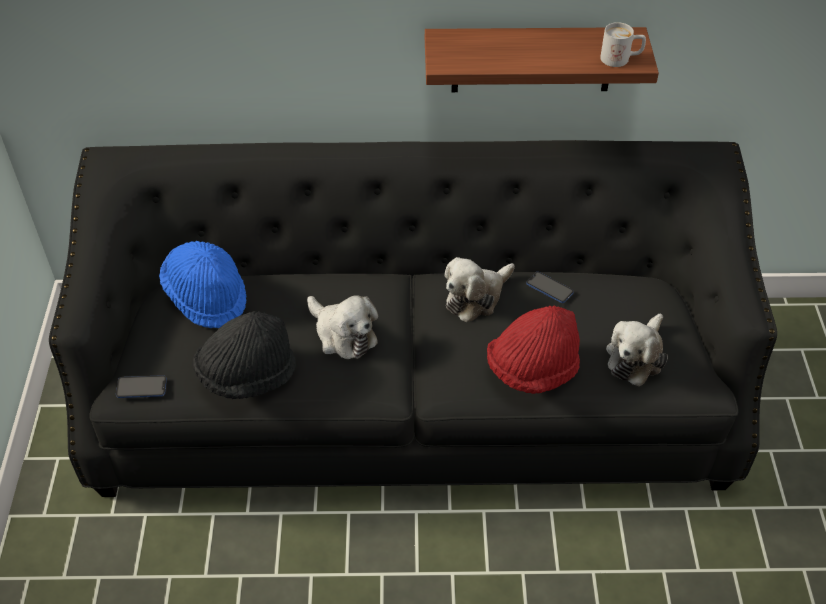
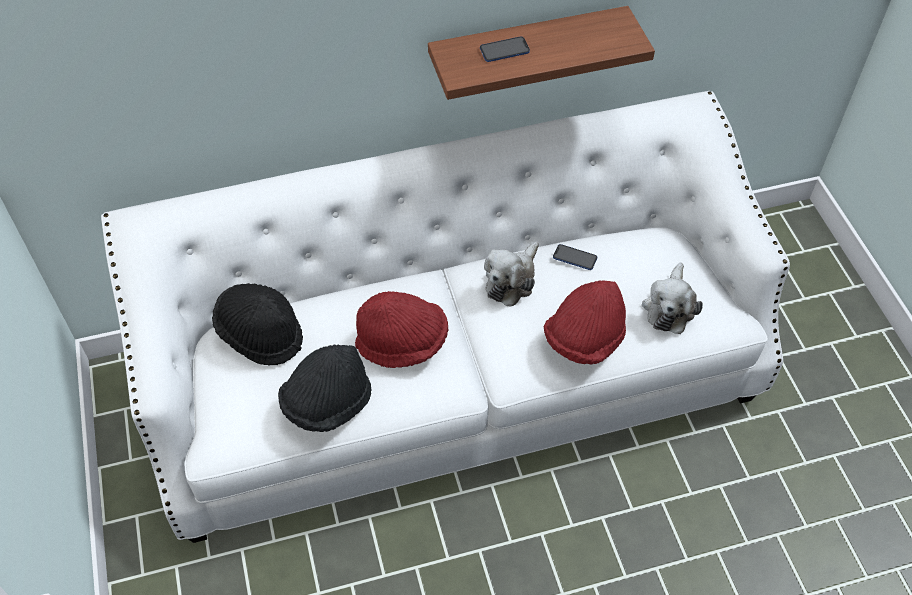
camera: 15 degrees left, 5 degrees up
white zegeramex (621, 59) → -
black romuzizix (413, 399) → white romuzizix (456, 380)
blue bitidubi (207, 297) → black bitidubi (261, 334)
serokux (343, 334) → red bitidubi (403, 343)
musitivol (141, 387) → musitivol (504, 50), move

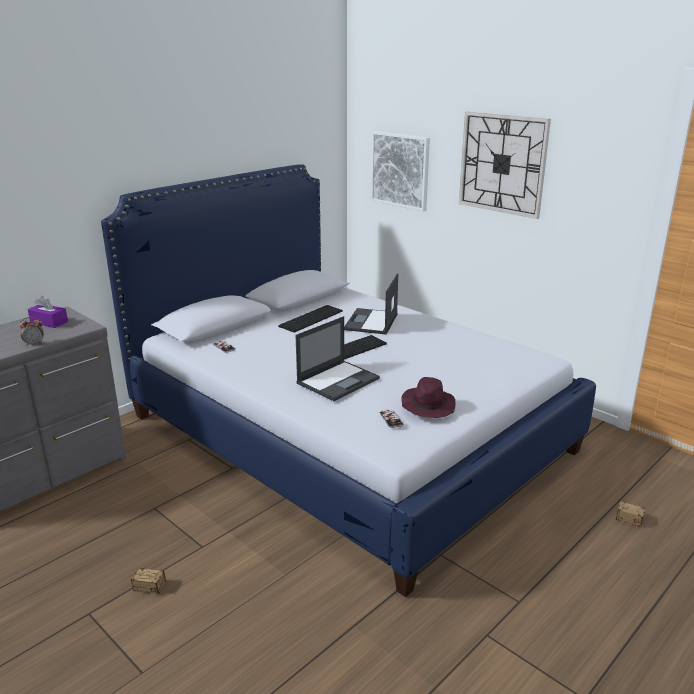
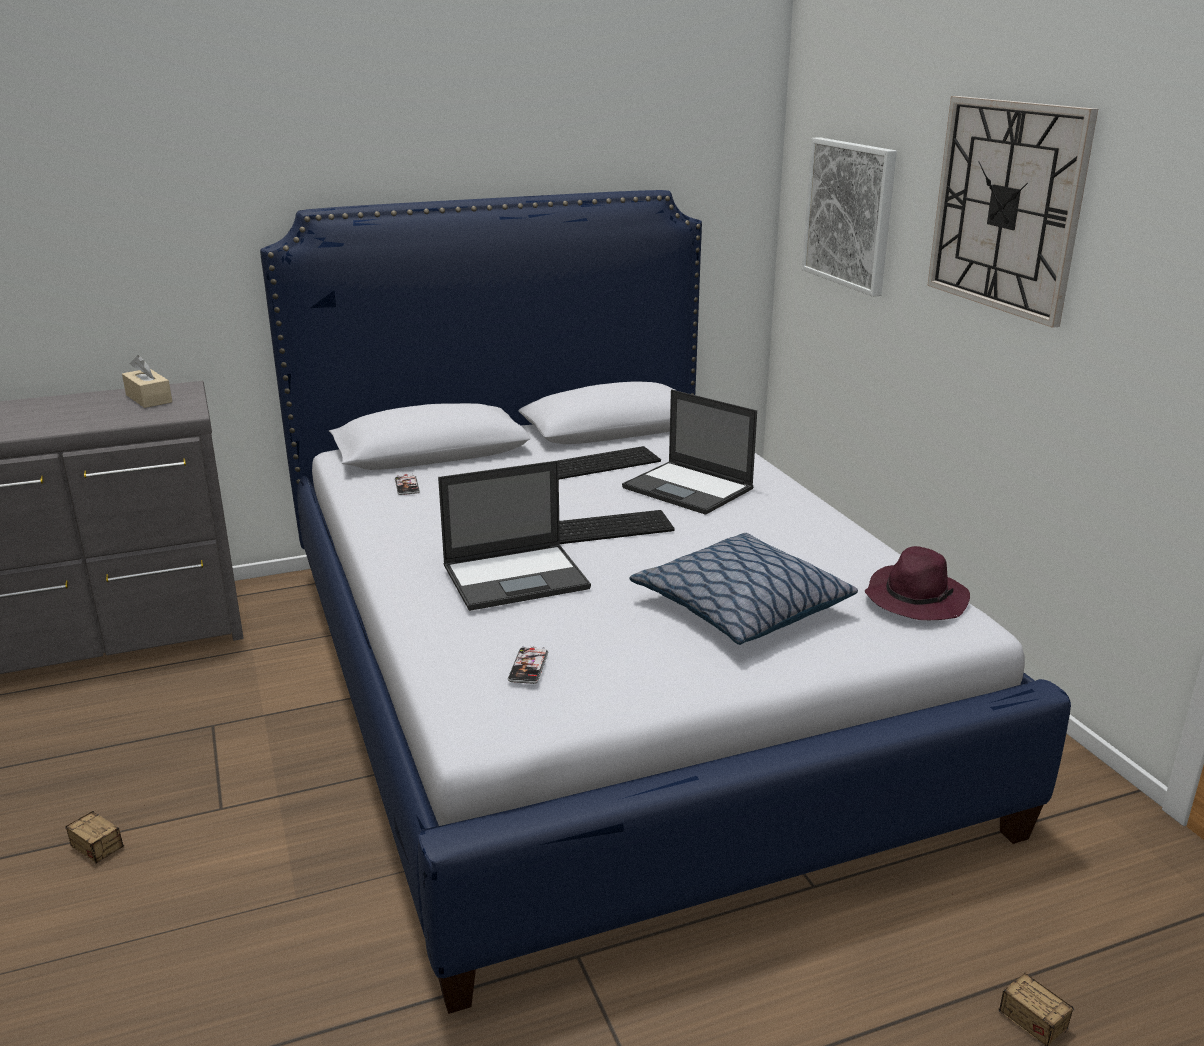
camera: 25 degrees right, 0 degrees up
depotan (371, 322) → depotan (689, 488), 90 degrees counterclockwise
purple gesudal (49, 322) → beige gesudal (149, 398)
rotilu (34, 344) → -
purple bitidubi (427, 406) → purple bitidubi (915, 599), move
- → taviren (740, 608)

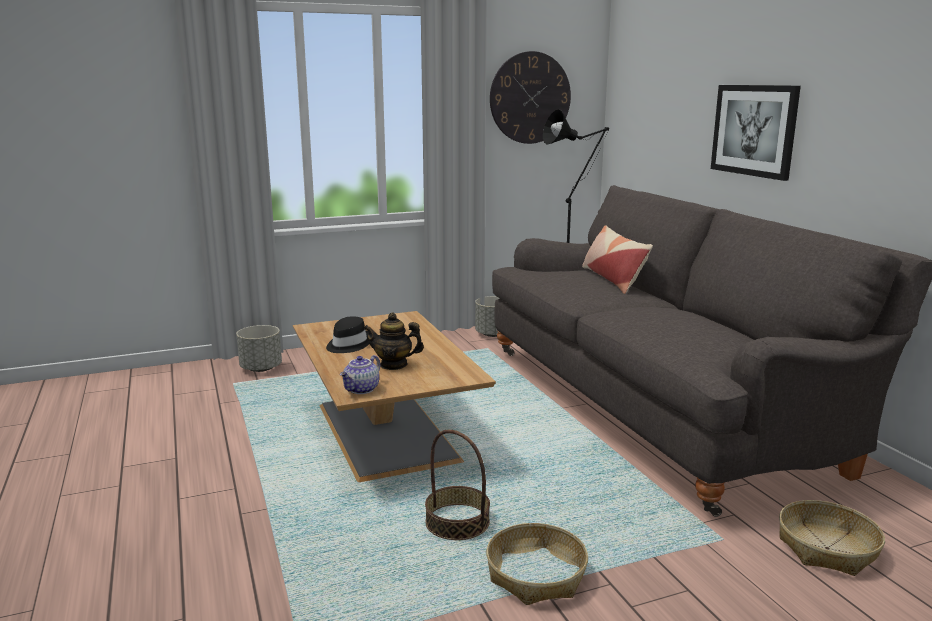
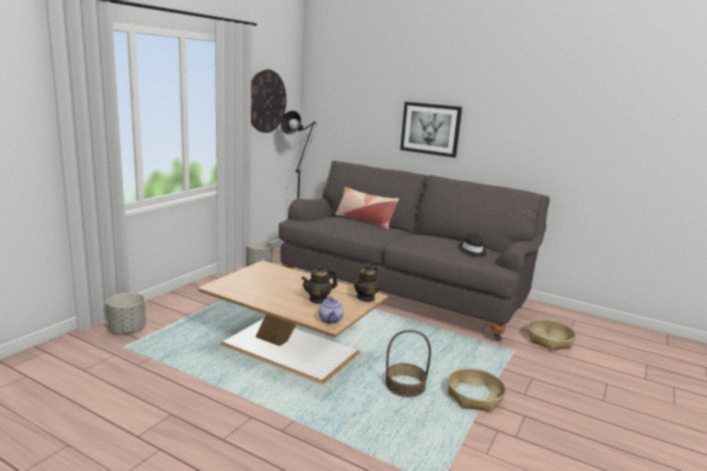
camera: 40 degrees left, 0 degrees up
black bitidubi (348, 344) → black bitidubi (472, 251), move
- → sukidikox (366, 298)

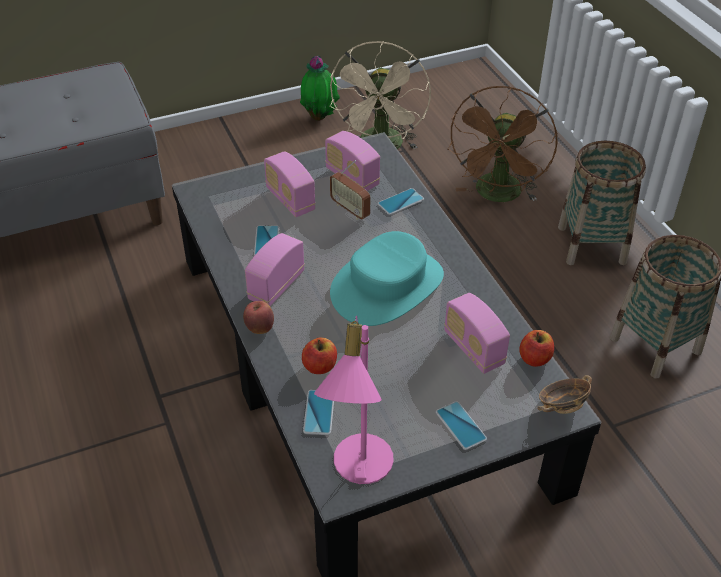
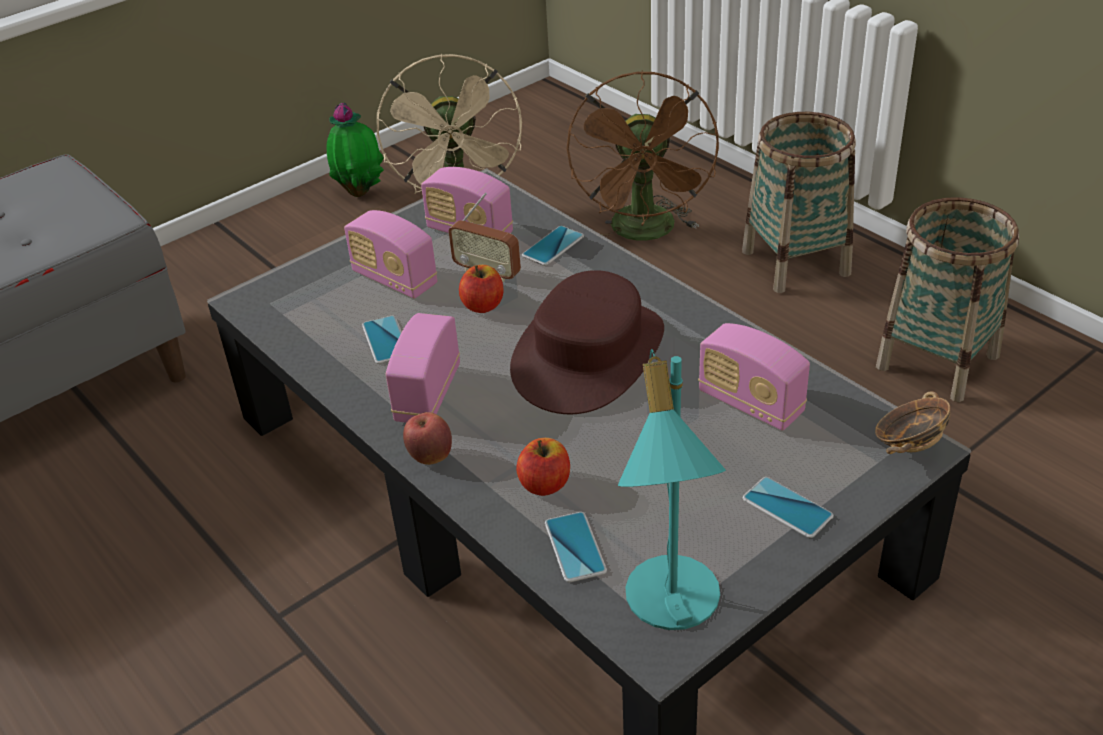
camera: 15 degrees left, 5 degrees down
turquoise bitidubi (387, 286) → brown bitidubi (589, 355)
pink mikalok (357, 468) → turquoise mikalok (670, 608)
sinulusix (535, 358) → sinulusix (483, 305), move

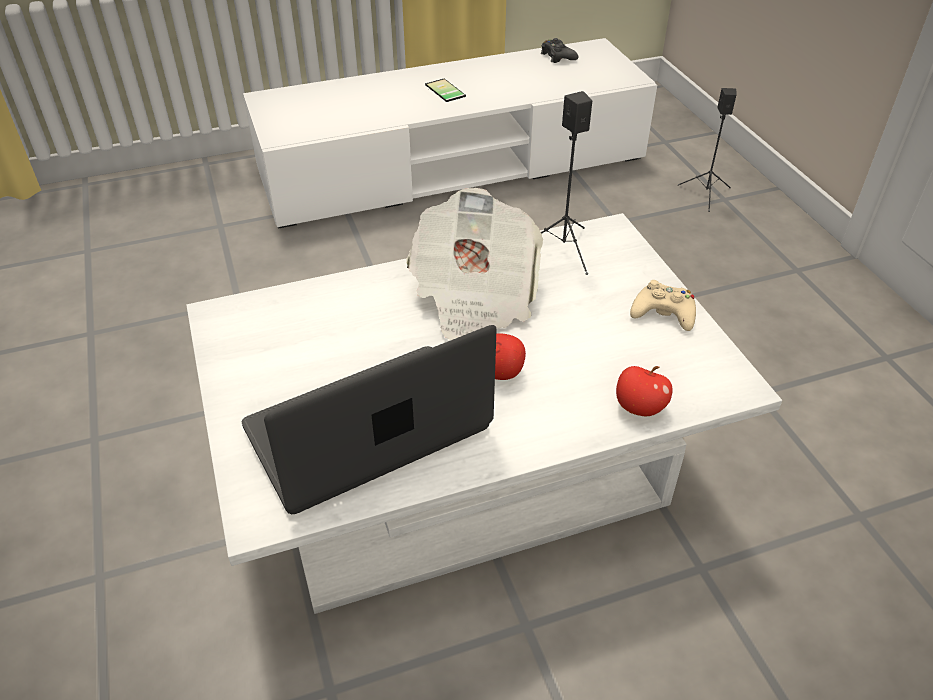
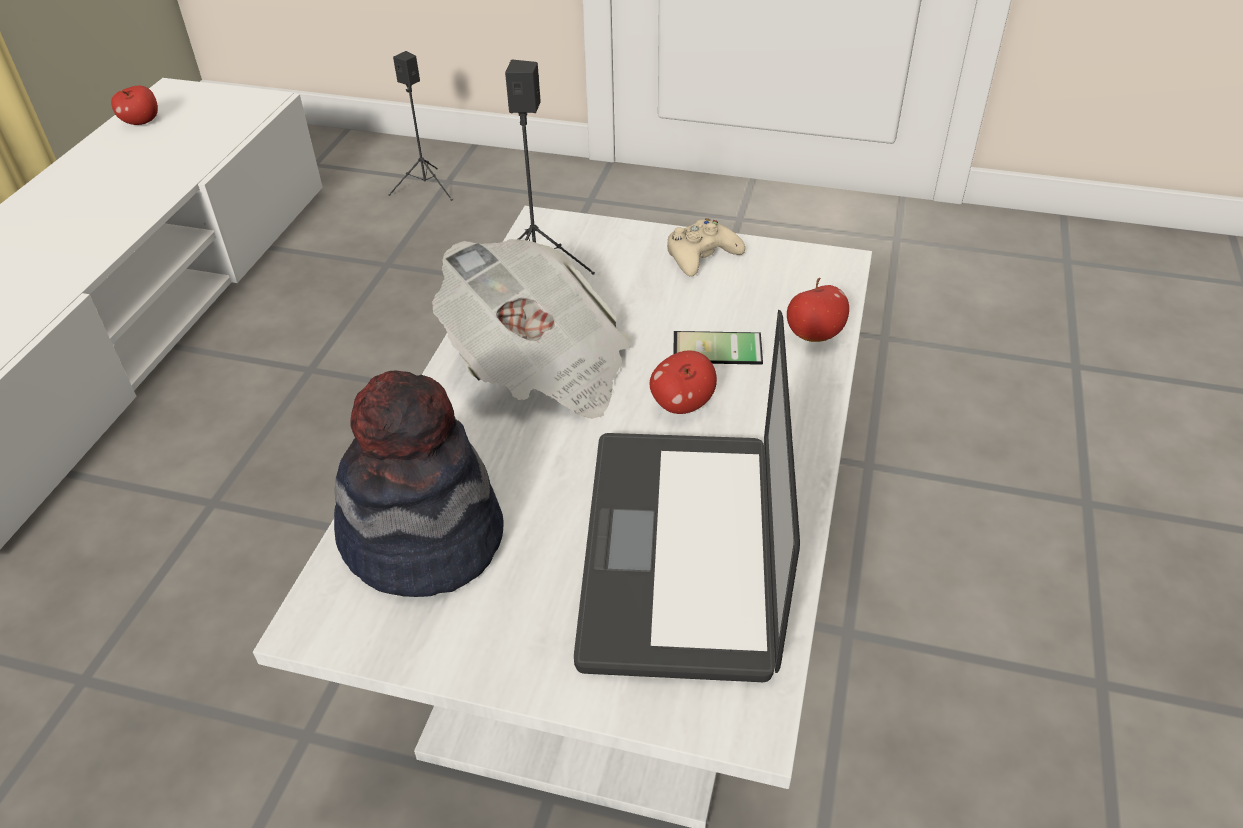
camera: 55 degrees left, 0 degrees up
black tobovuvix (557, 56) → sinulusix (141, 122)
musitivol (443, 91) → musitivol (717, 352), move
- → bitidubi (423, 539)

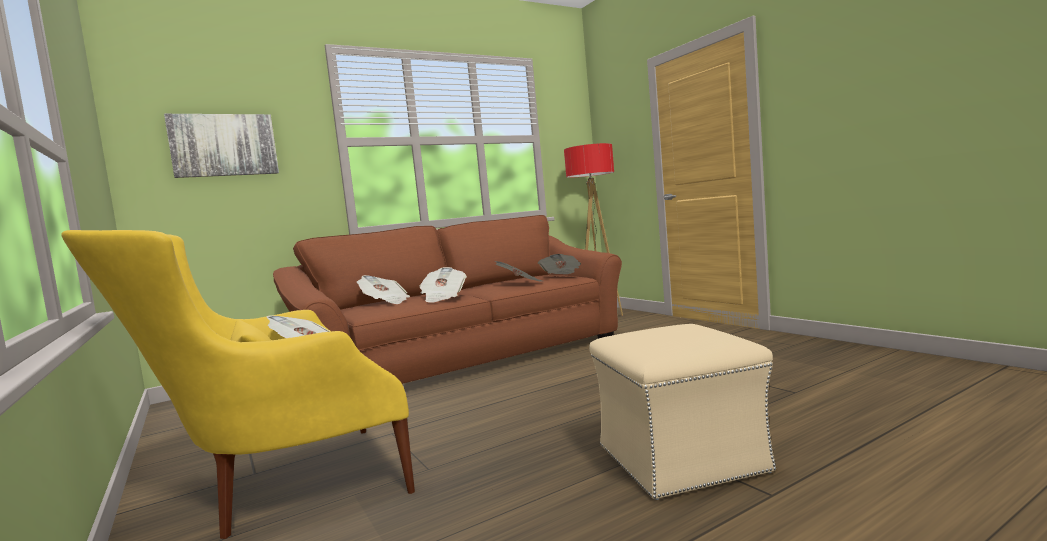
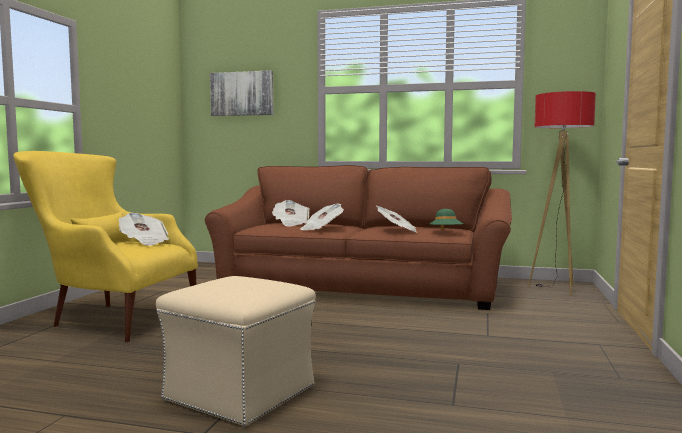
camera: 45 degrees right, 0 degrees up
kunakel (561, 277) → green bitidubi (446, 232)

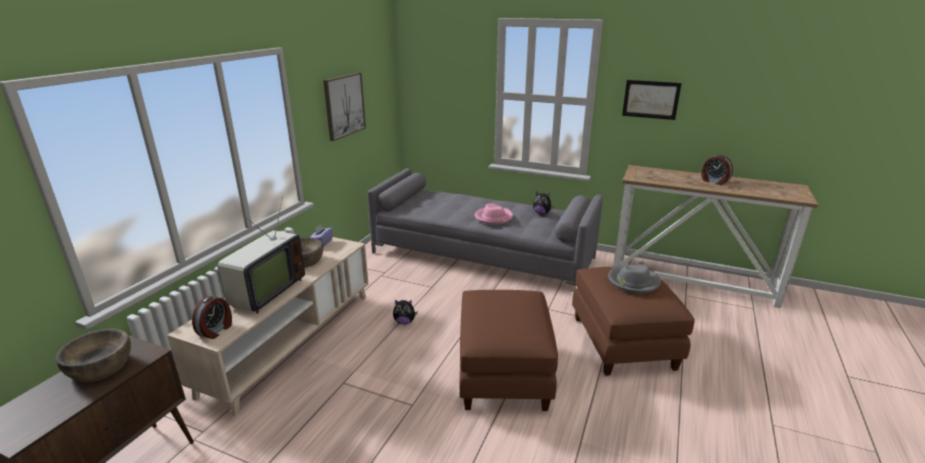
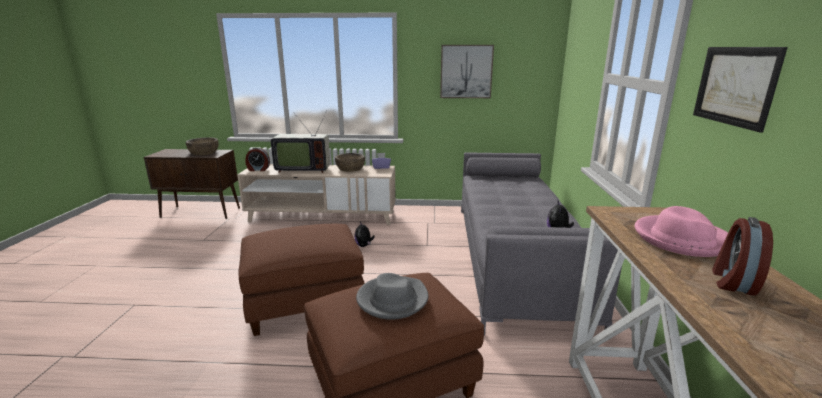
camera: 70 degrees right, 5 degrees down
pink bitidubi (493, 217) → pink bitidubi (681, 239), move

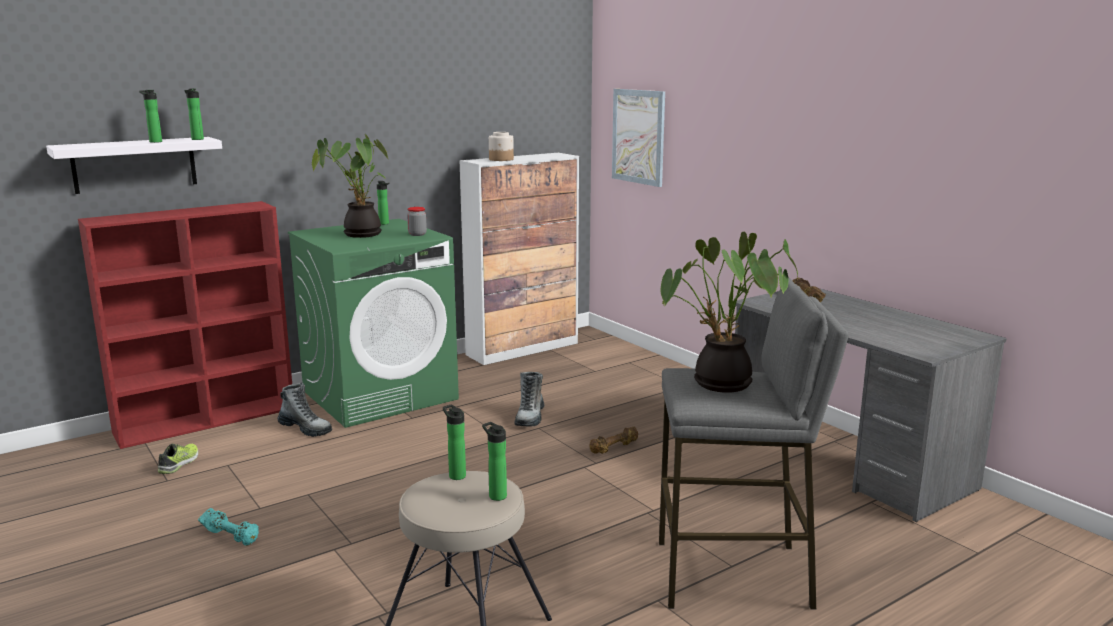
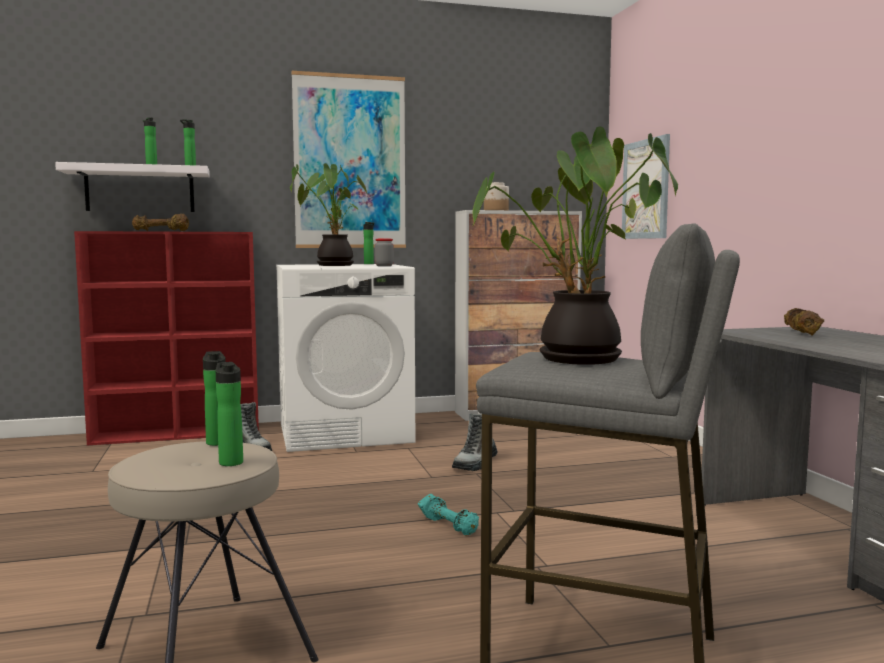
camera: 20 degrees right, 10 degrees down
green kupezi (380, 395) → white kupezi (345, 432)
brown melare (614, 448) → brown melare (161, 231), move
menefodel (180, 463) → -
turquoise melare (231, 536) → turquoise melare (449, 526), move
- → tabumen (350, 162)

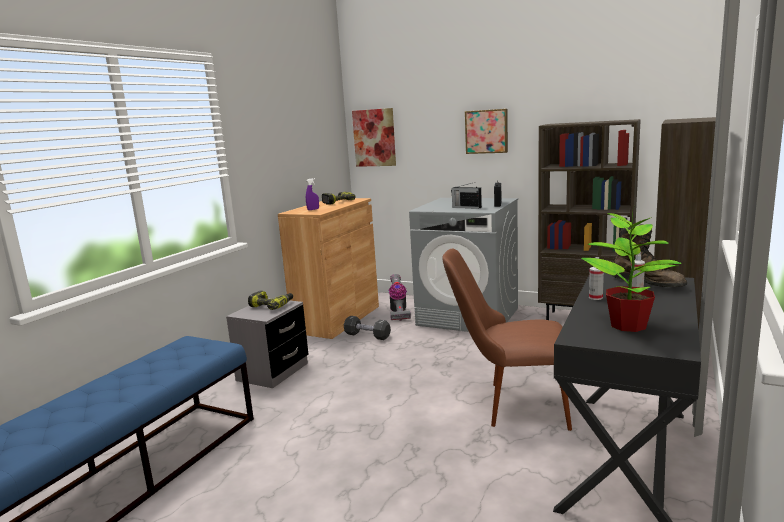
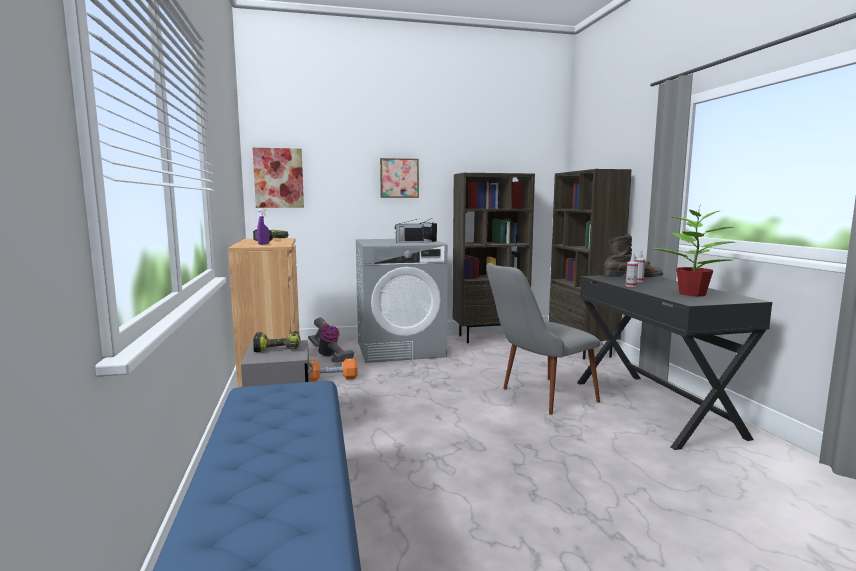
camera: 40 degrees left, 5 degrees down
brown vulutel (510, 404) → grey vulutel (537, 398)
black melare (367, 335) → orange melare (331, 379)

